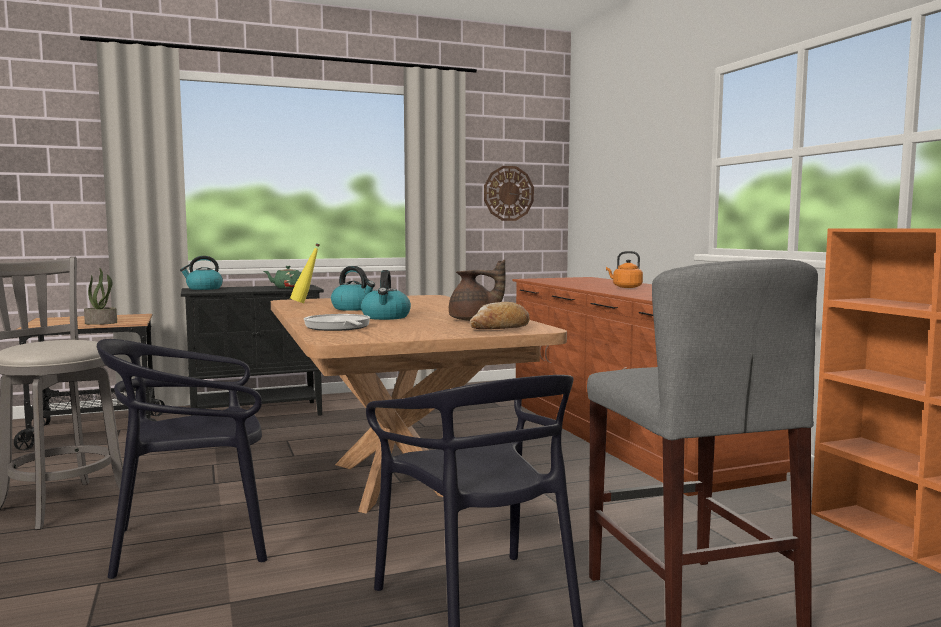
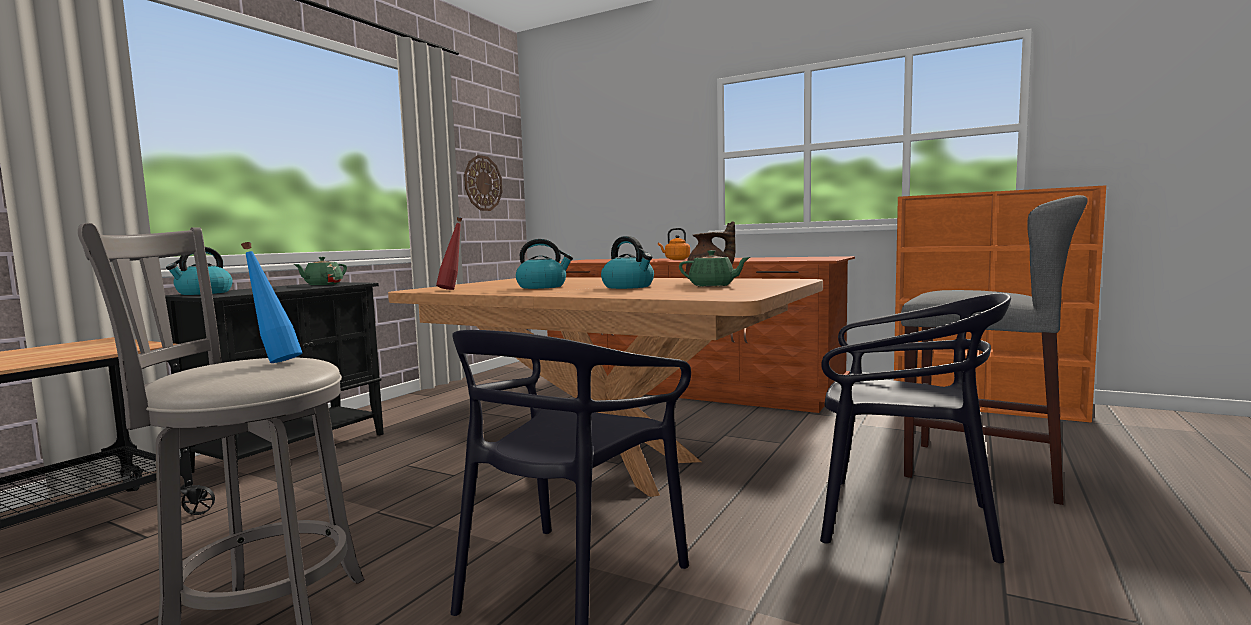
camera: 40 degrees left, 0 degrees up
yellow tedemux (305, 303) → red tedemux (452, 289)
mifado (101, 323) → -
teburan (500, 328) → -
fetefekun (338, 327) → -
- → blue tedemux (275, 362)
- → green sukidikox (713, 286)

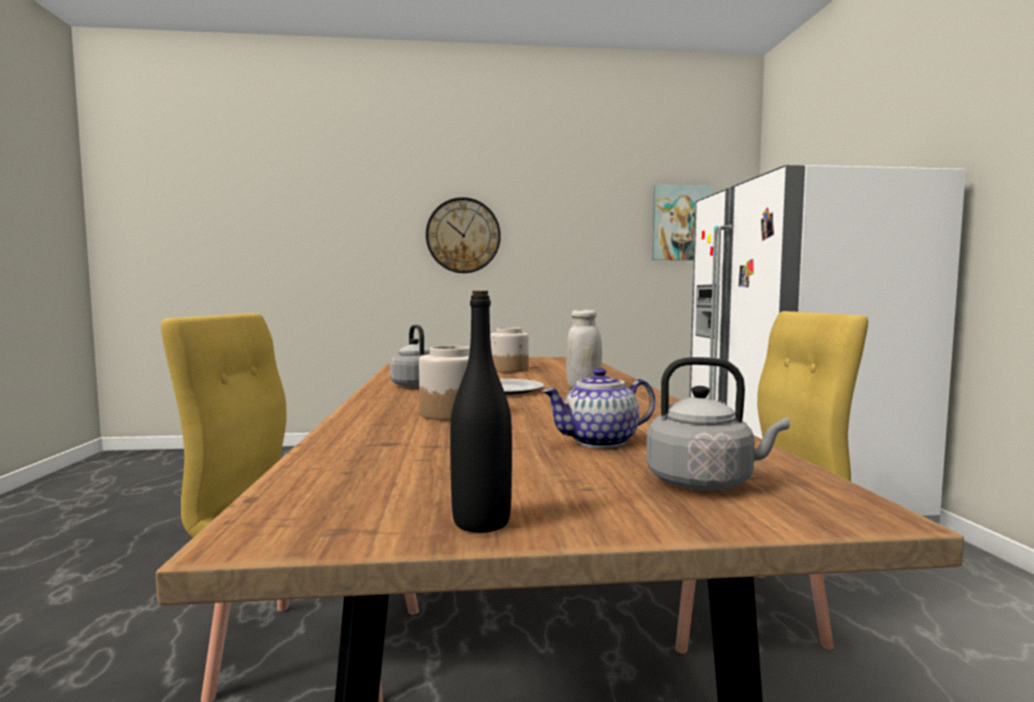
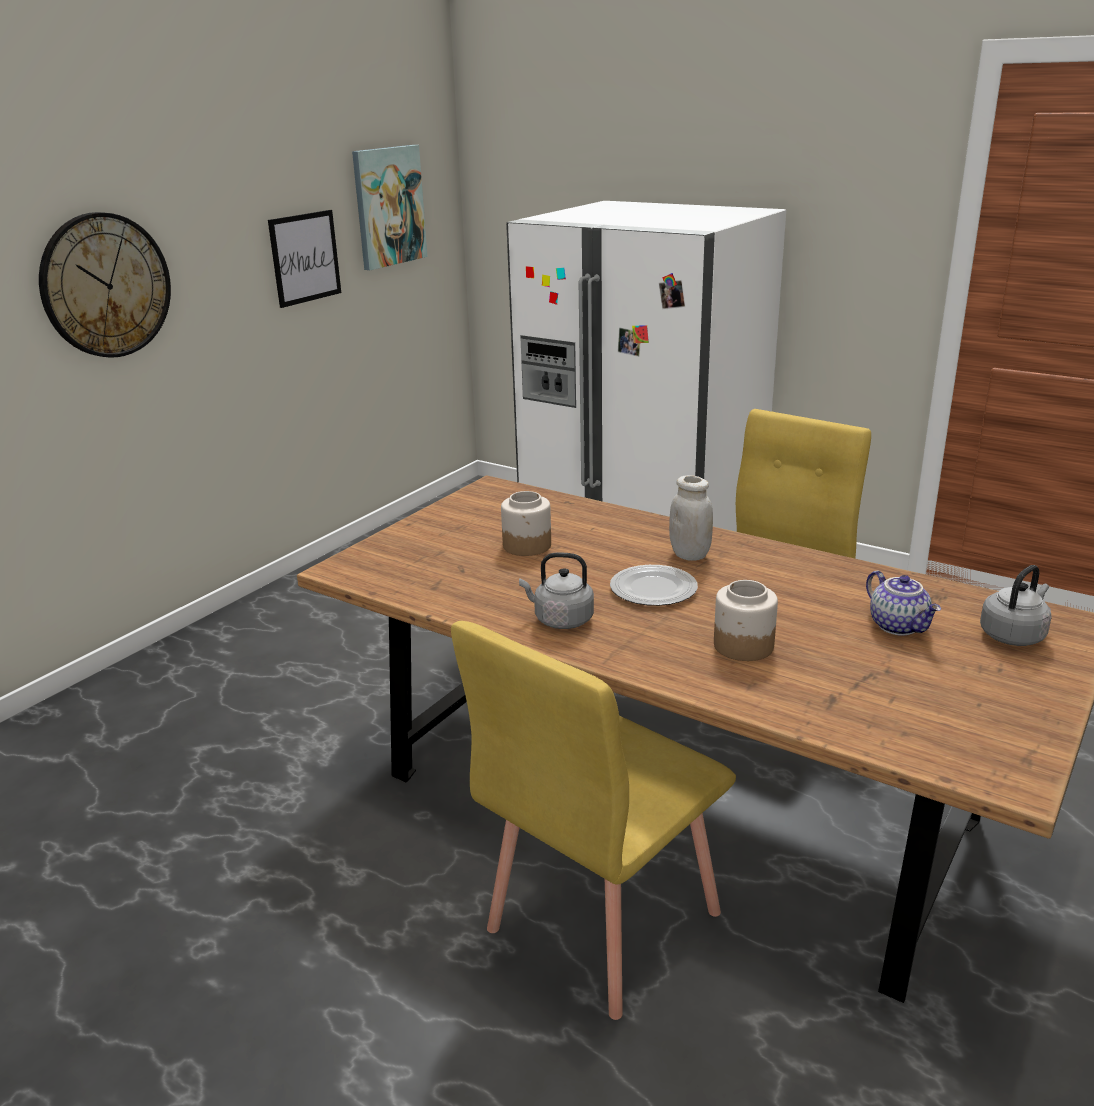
camera: 50 degrees left, 20 degrees up
black tedemux (481, 522) → -
sukidikox (600, 442) → sukidikox (899, 626), 45 degrees counterclockwise
- → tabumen (305, 258)

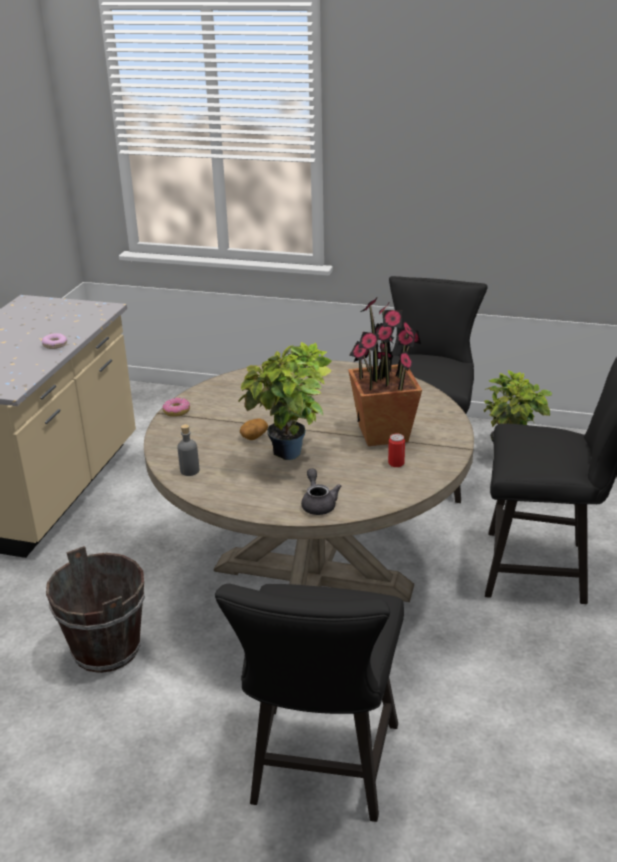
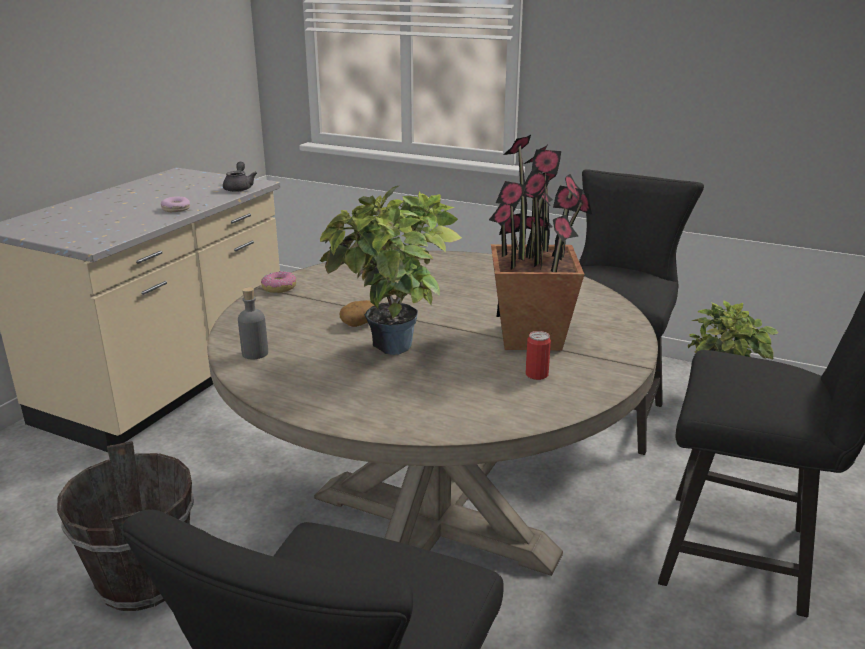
camera: 10 degrees right, 5 degrees down
grey sukidikox (318, 504) → grey sukidikox (239, 188), move

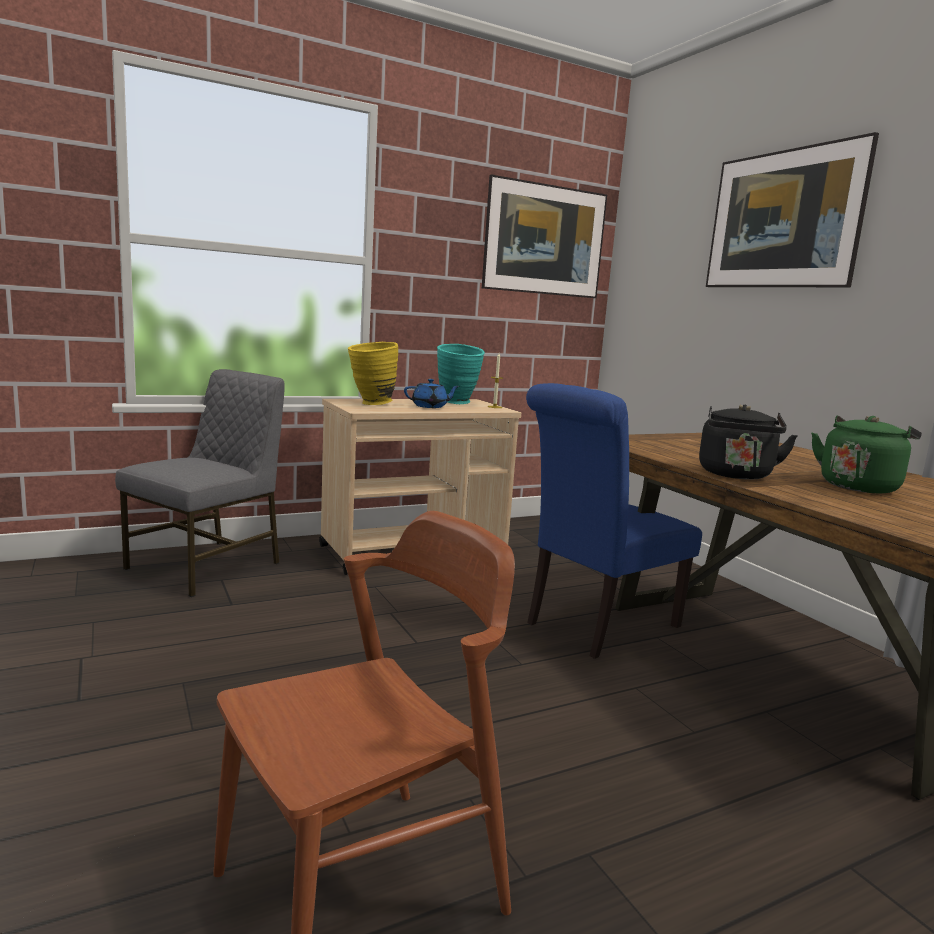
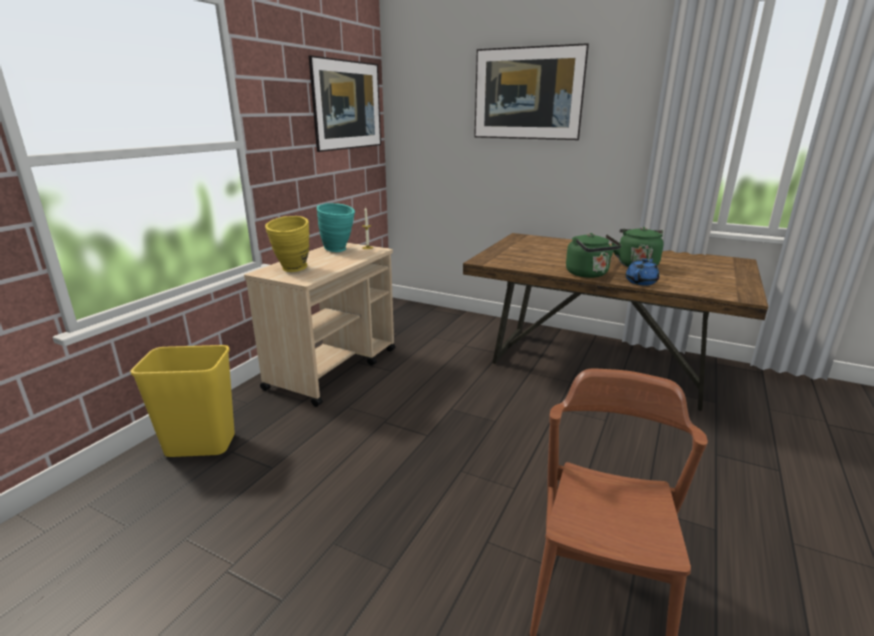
camera: 35 degrees left, 10 degrees up
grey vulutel (208, 566) → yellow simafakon (202, 445)
blue sukidikox (430, 406) → blue sukidikox (641, 282), move
blue vulutel (596, 626) → -
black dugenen (736, 475) → green dugenen (589, 274)

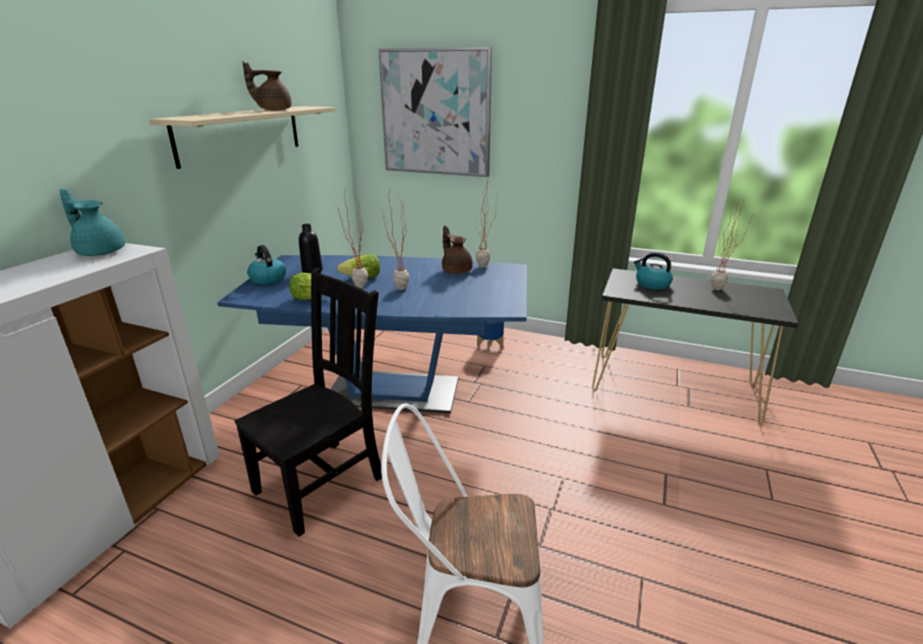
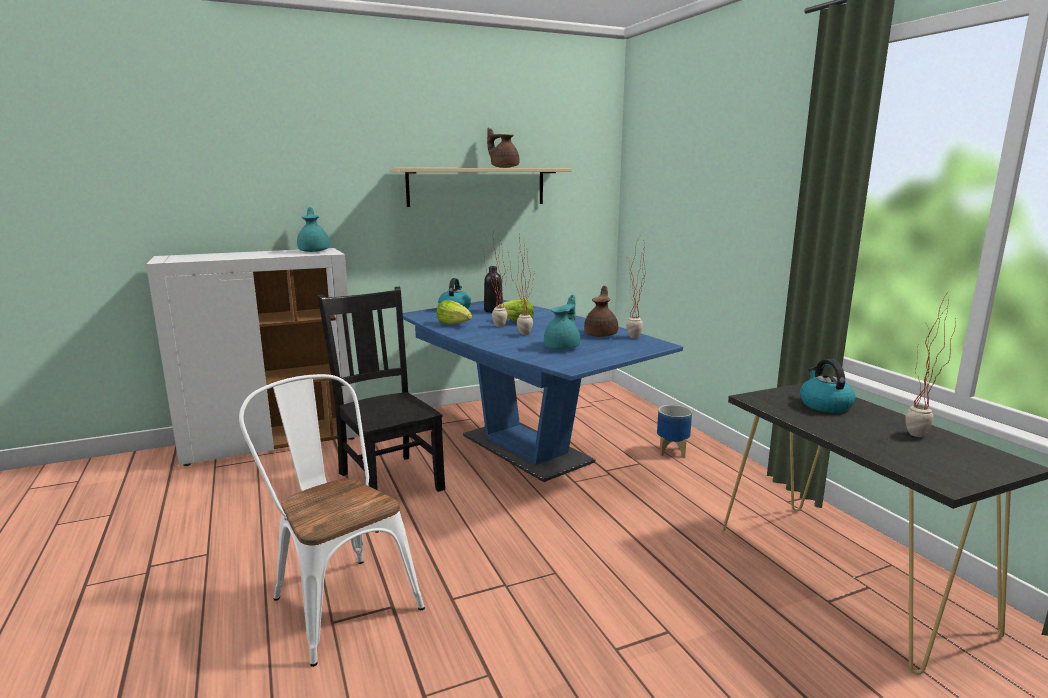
camera: 45 degrees right, 10 degrees down
tabumen (435, 113) → -
black vulutel (323, 482) → black vulutel (389, 479), 120 degrees counterclockwise
- → turquoise sukidikox (563, 347)

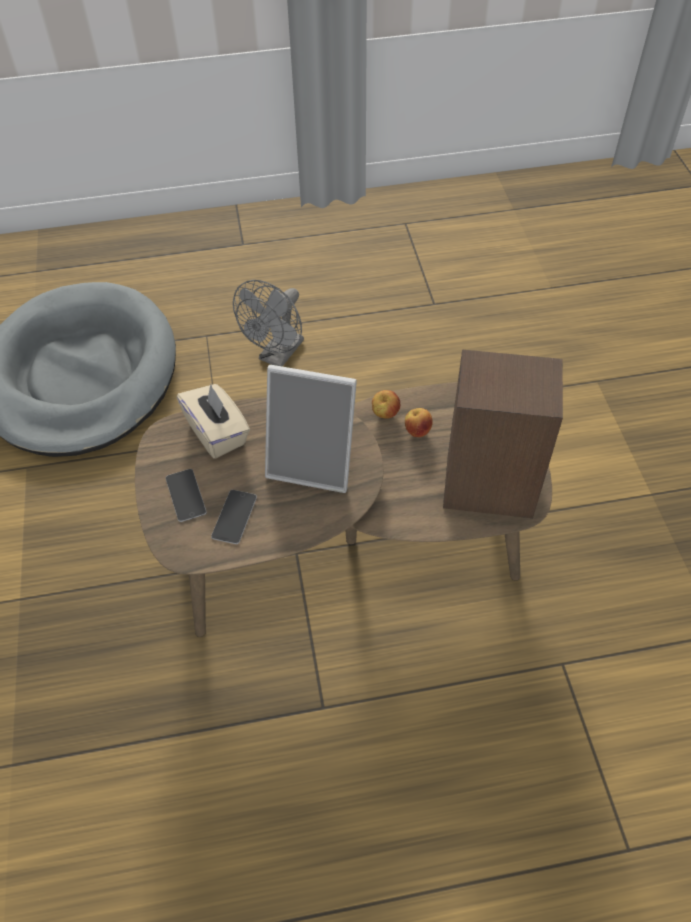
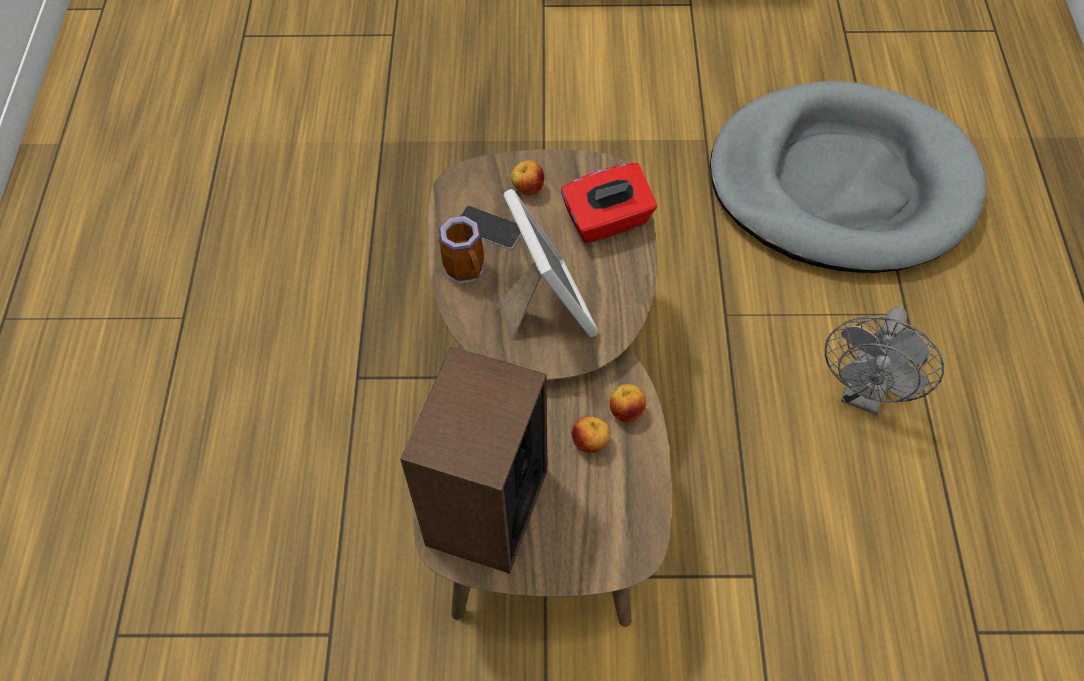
camera: 100 degrees right, 5 degrees up
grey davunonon (278, 356) → grey davunonon (864, 393), 105 degrees counterclockwise
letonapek (314, 462) → letonapek (545, 307), 135 degrees clockwise
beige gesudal (217, 433) → red gesudal (607, 221)
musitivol (185, 495) → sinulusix (527, 189)
- → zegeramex (467, 271)

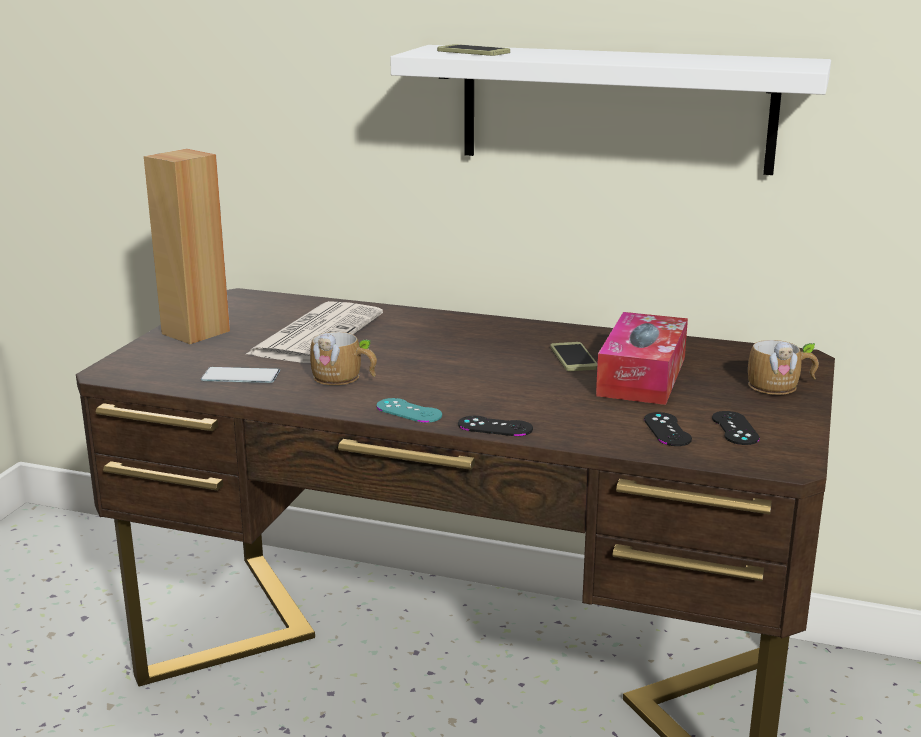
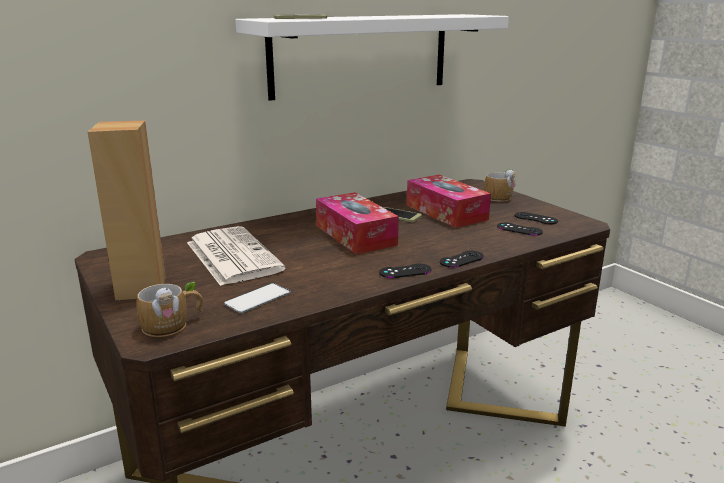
camera: 50 degrees left, 0 degrees up
zegeramex (344, 379) → zegeramex (173, 325), move
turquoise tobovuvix (409, 411) → black tobovuvix (405, 271)
- → gesudal (355, 235)

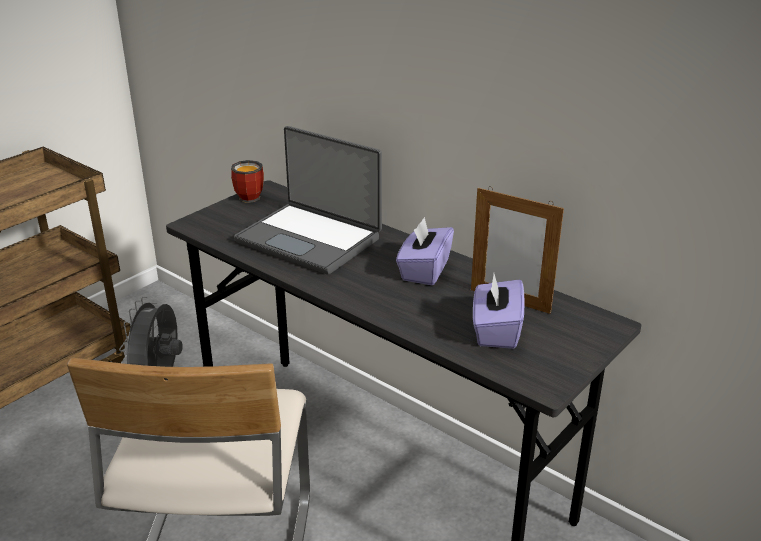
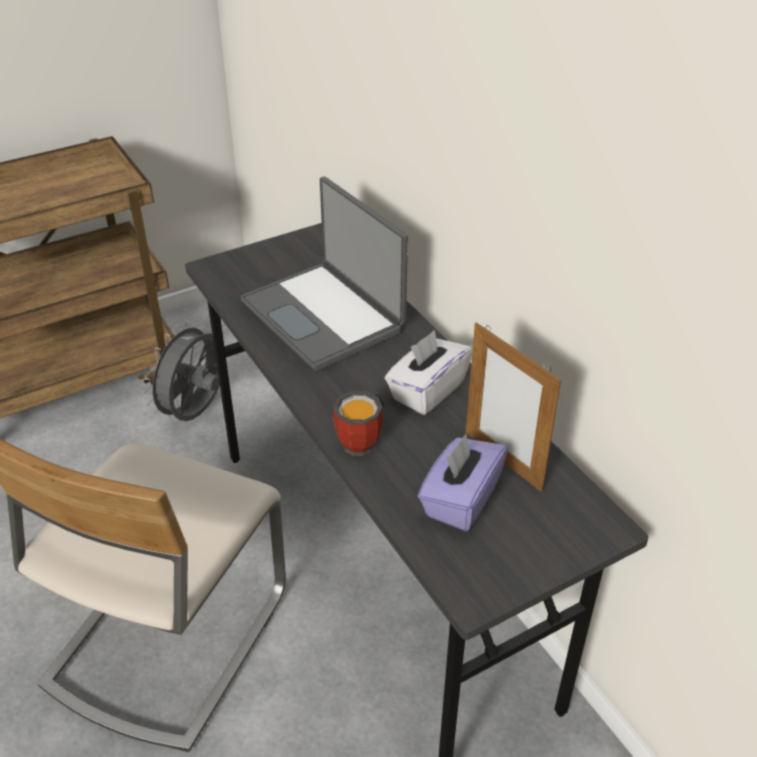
camera: 20 degrees right, 10 degrees up
zegeramex (252, 196) → zegeramex (364, 441), move
purple gesudal (424, 270) → white gesudal (427, 391)

